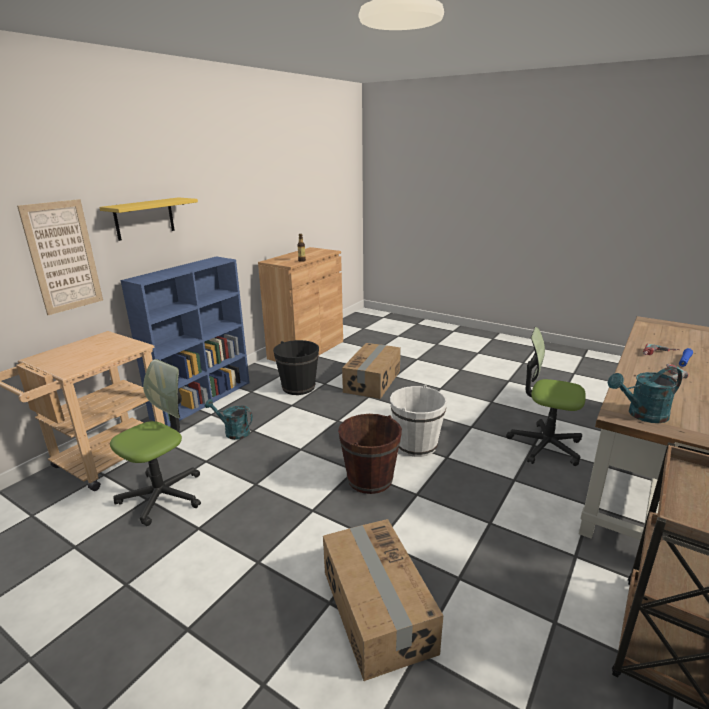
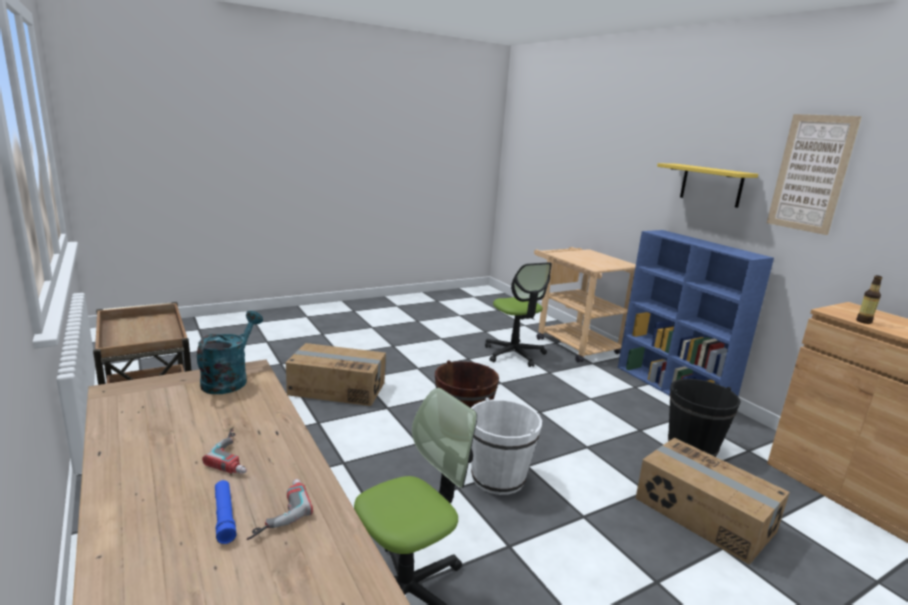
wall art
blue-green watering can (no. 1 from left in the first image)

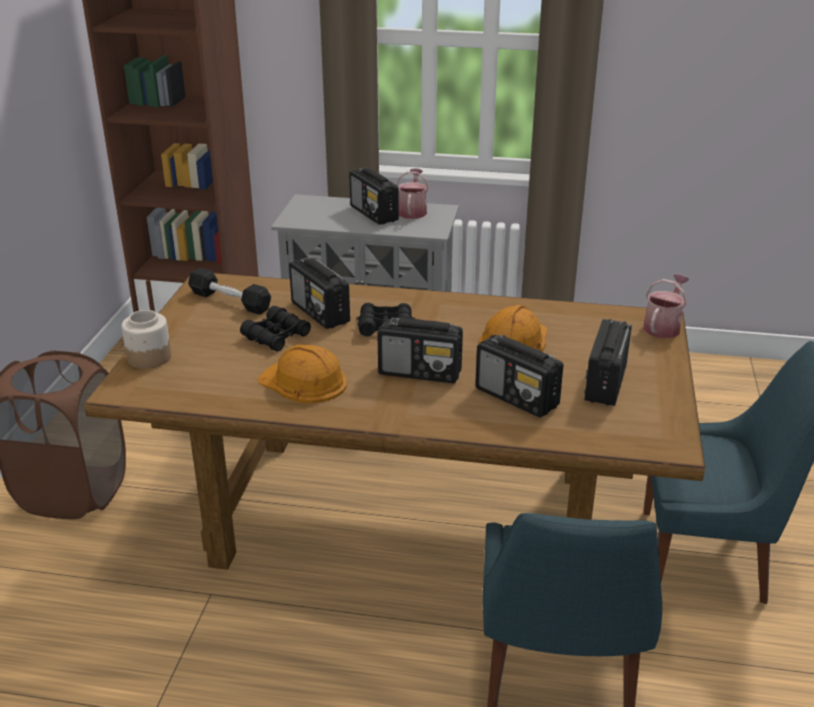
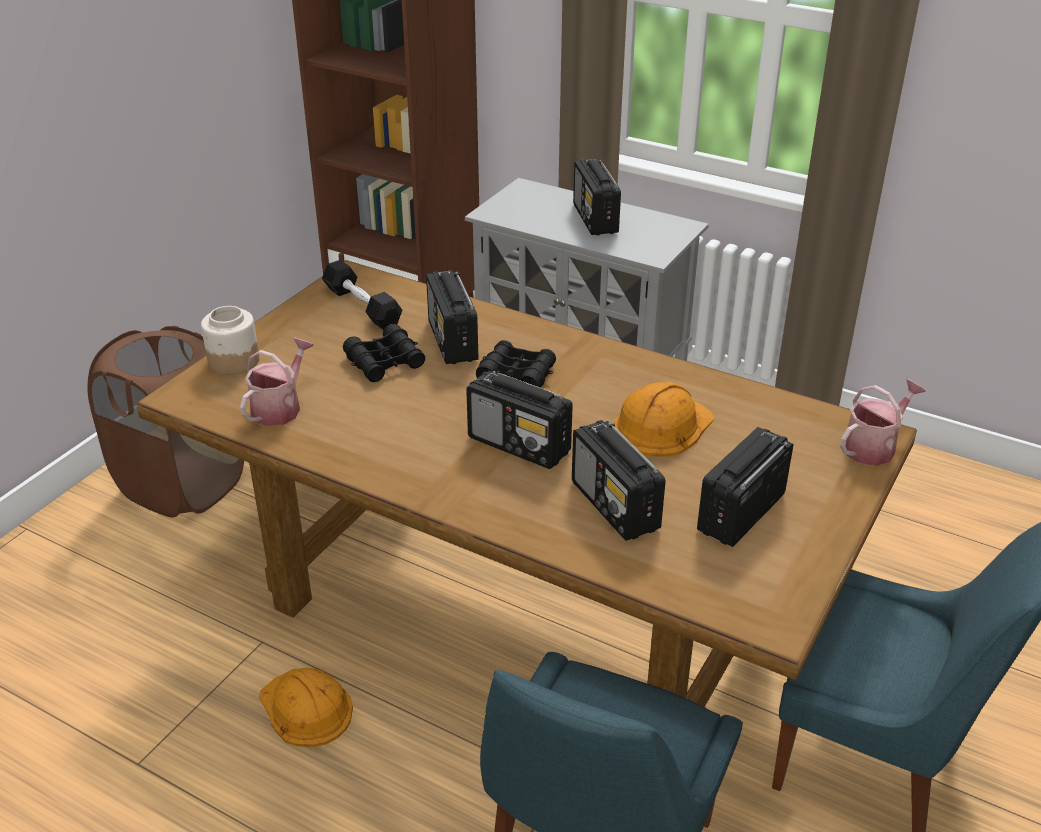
orange-coloured work helmet (no. 1 from left)
watering can (no. 1 from left)

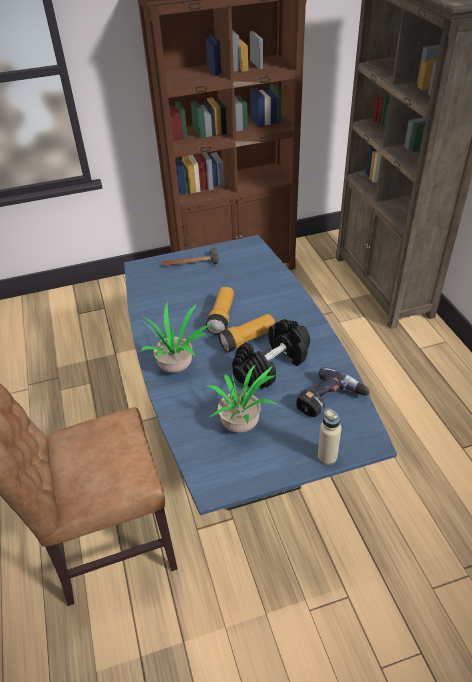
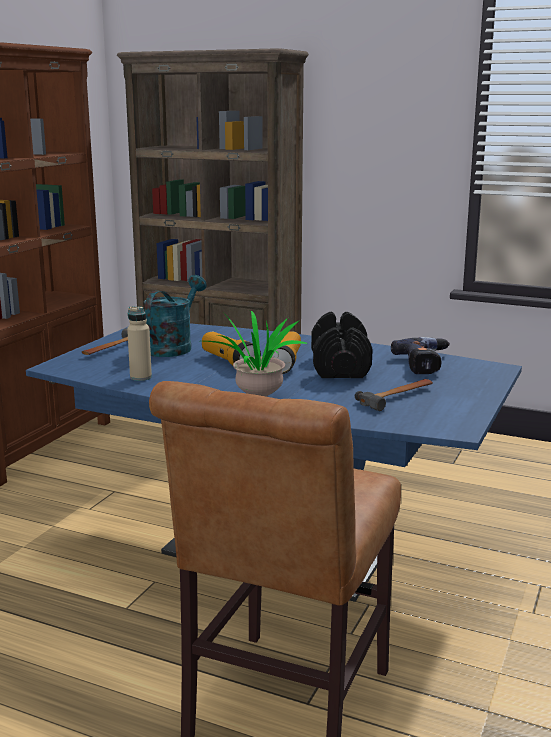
hammer (no. 2 from left)
beige-coloured drink bottle
blue-green watering can

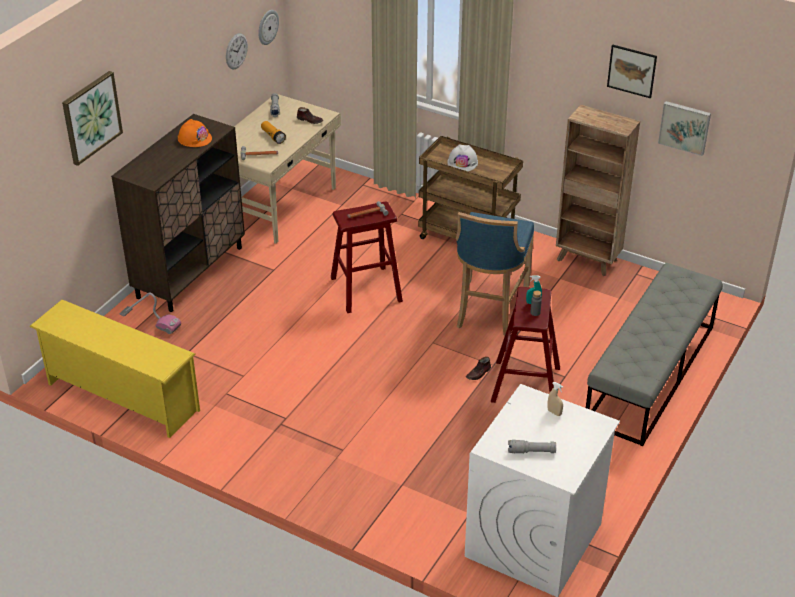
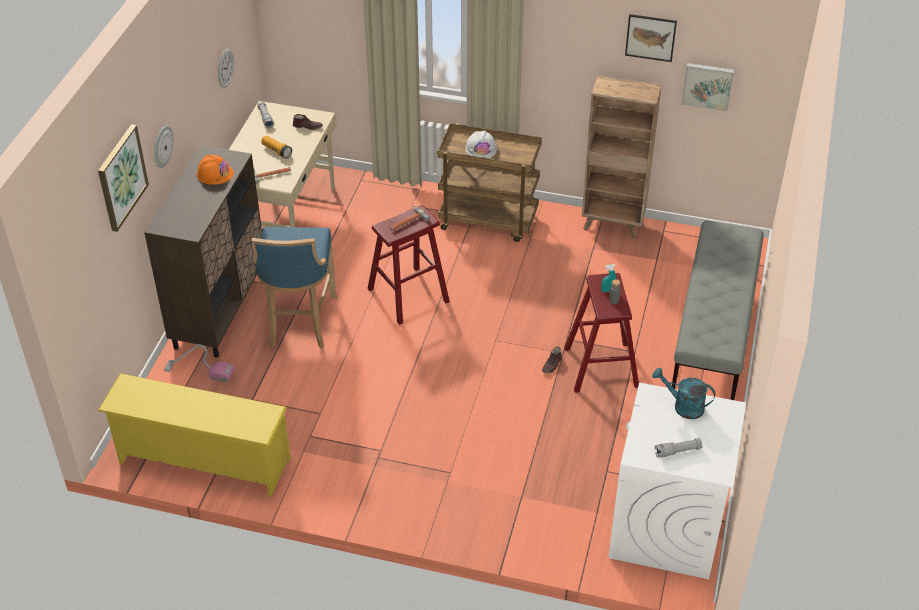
wall clock (no. 1 from left)
blue-coloured stool
blue-green watering can

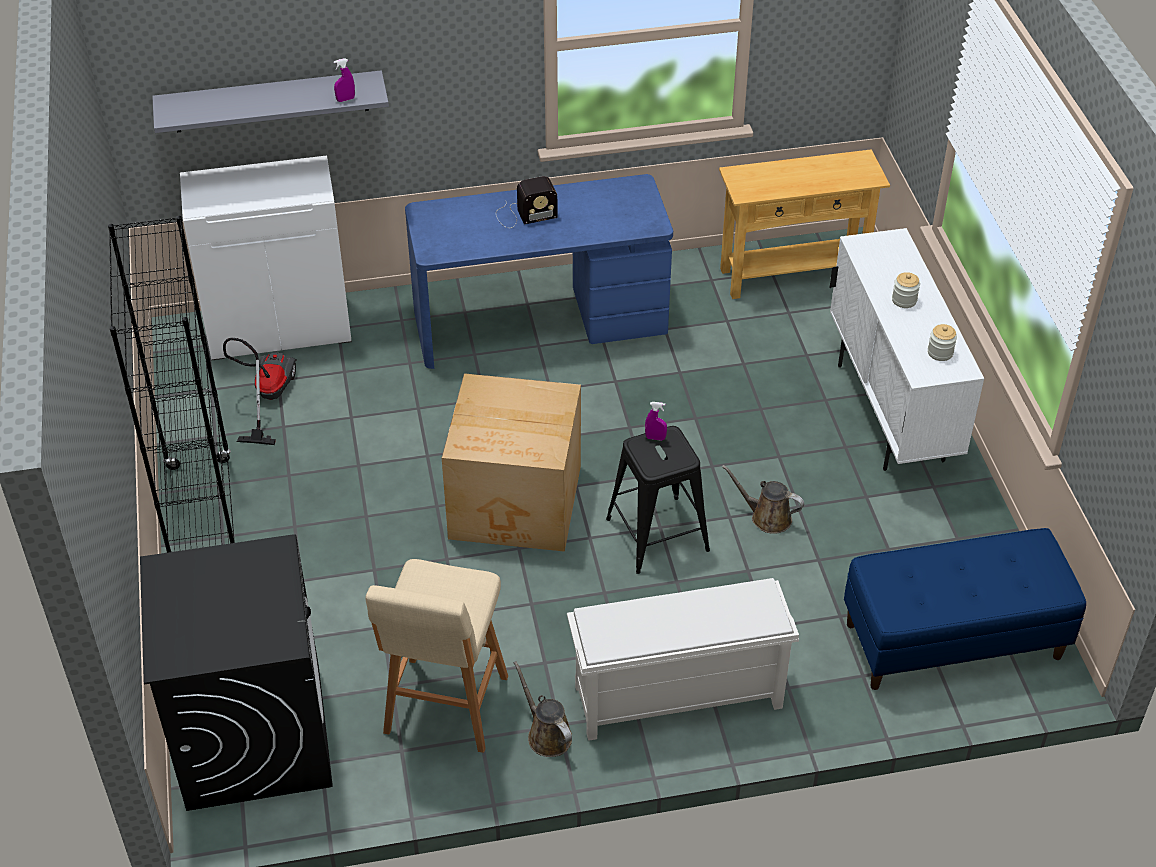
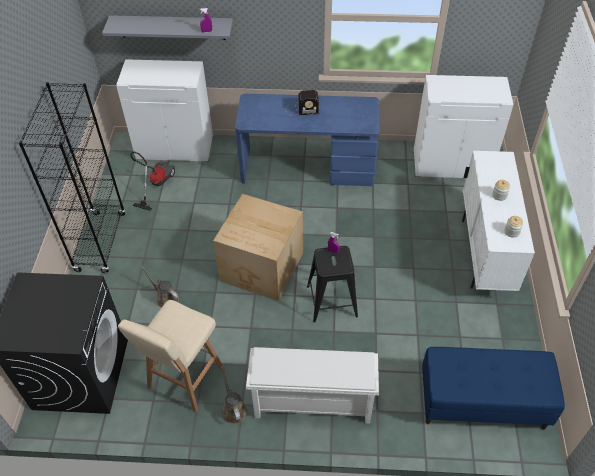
white cabinet (no. 2 from left)
brownish watering can (no. 1 from left)

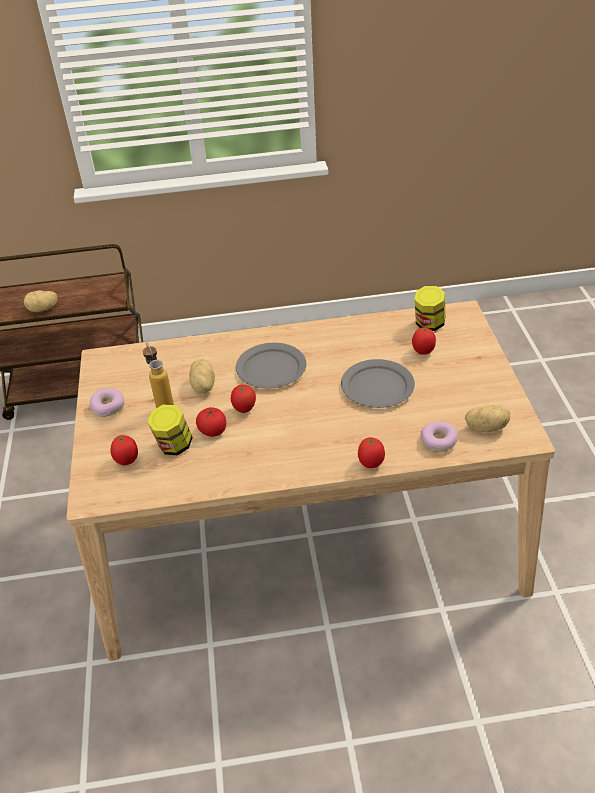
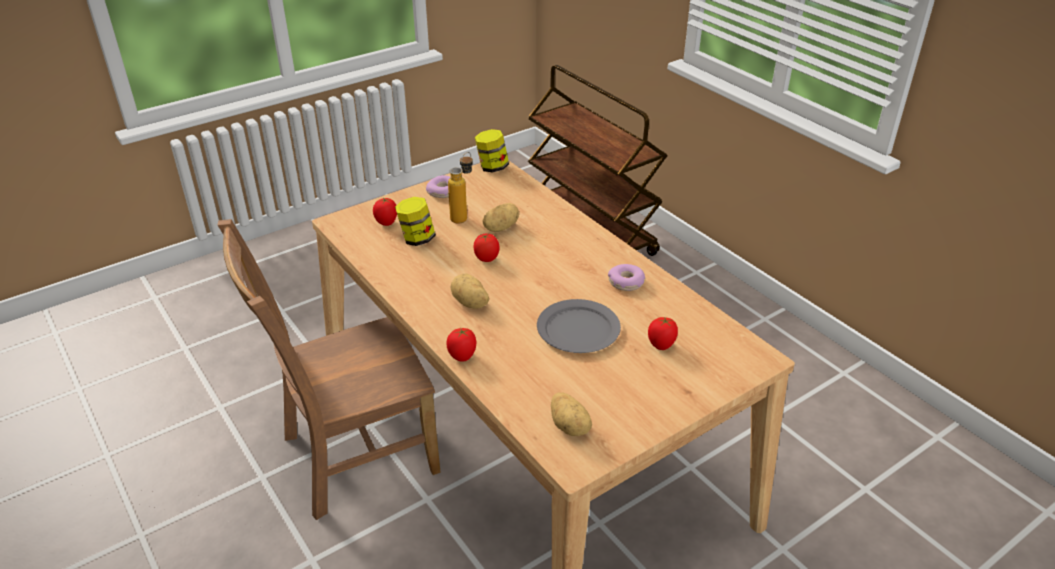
whole potato (no. 1 from left)
whole tomato (no. 2 from left in the first image)
gray dinner plate (no. 1 from left in the first image)
storage jar (no. 2 from left)
doughnut (no. 2 from left)
brownish upright chair

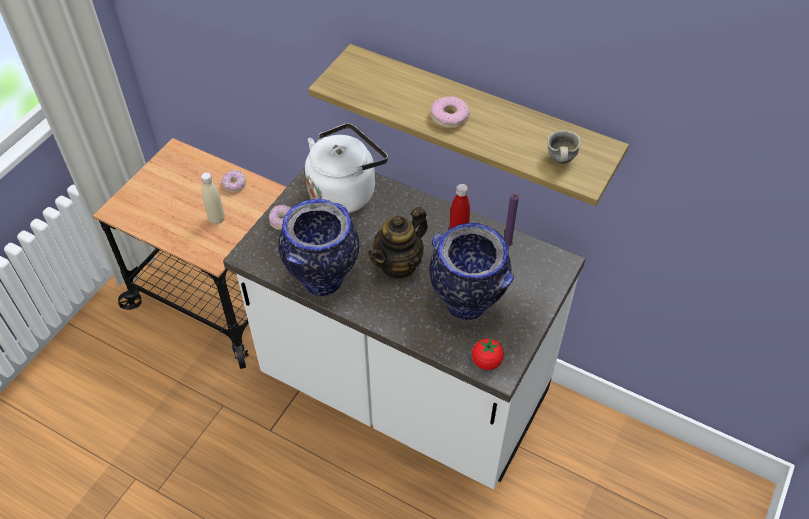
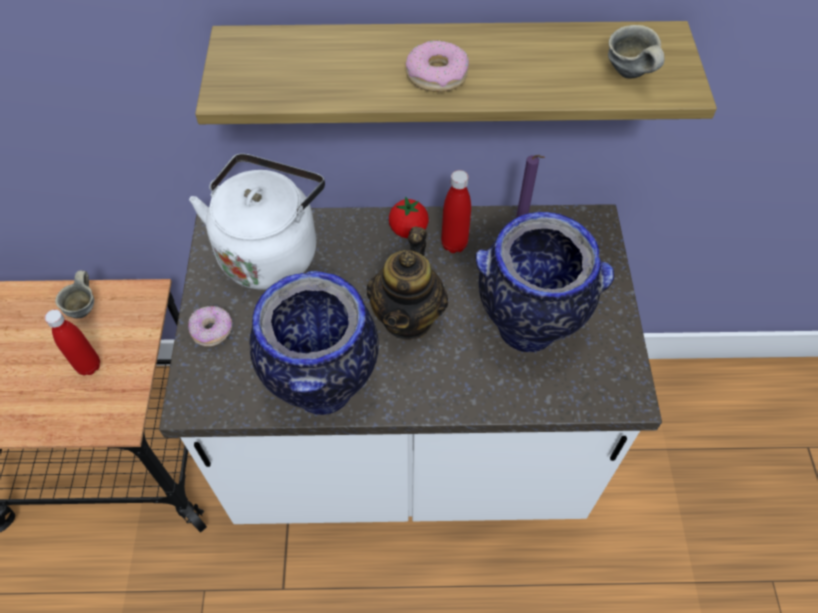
red-coloured drink bottle (no. 1 from left)
gray mug (no. 1 from left)
whole tomato

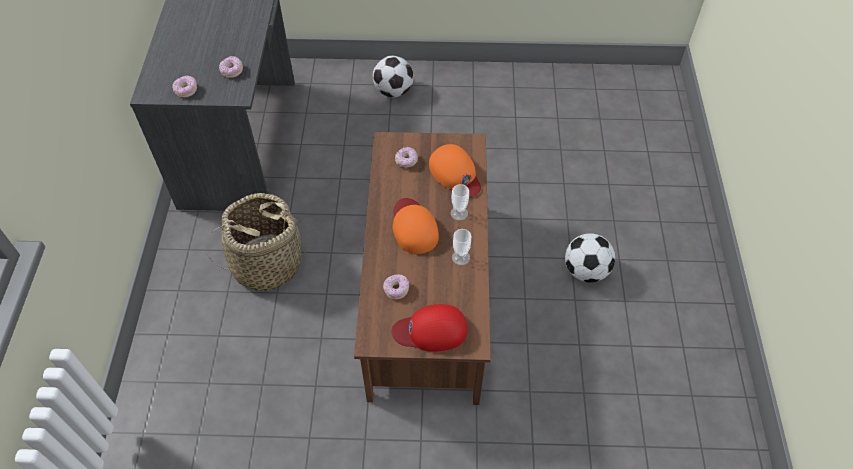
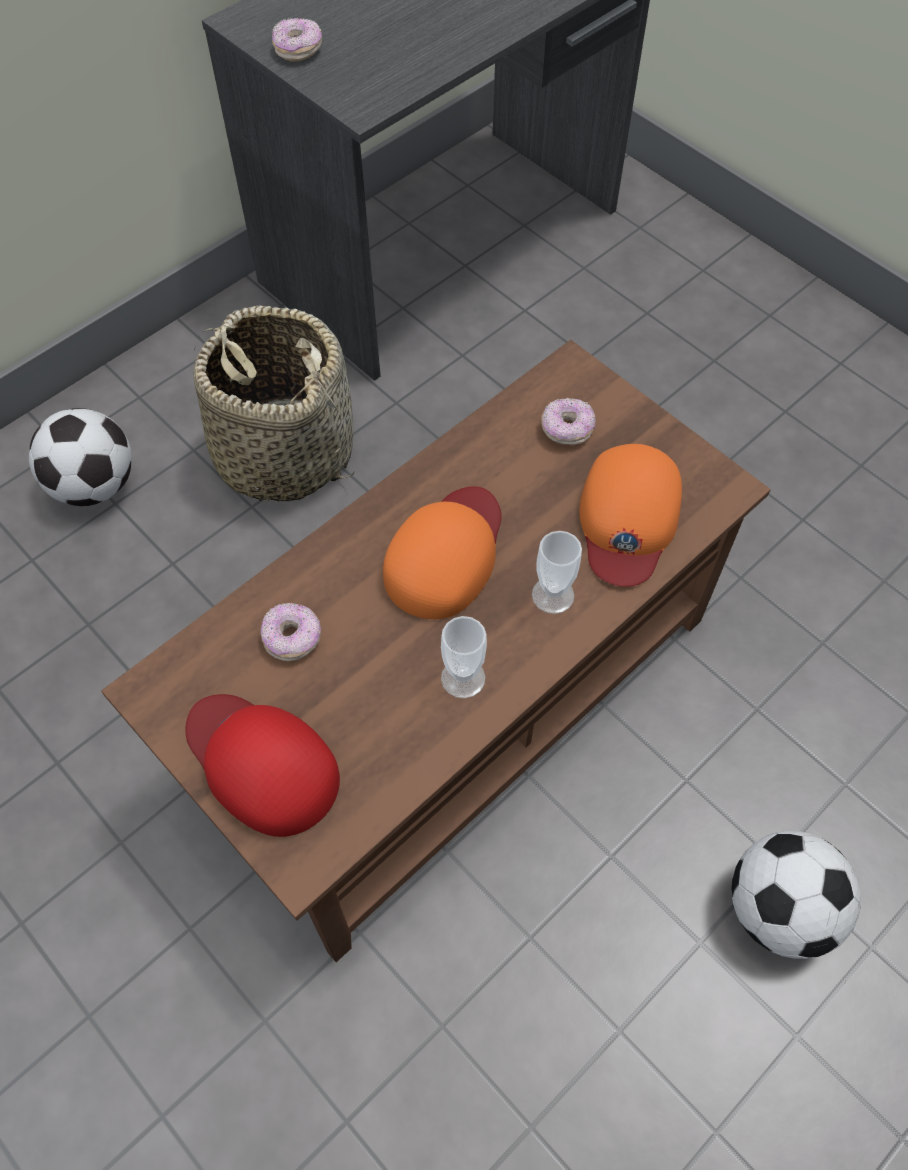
doughnut (no. 2 from left in the first image)
ball for football (no. 1 from left)

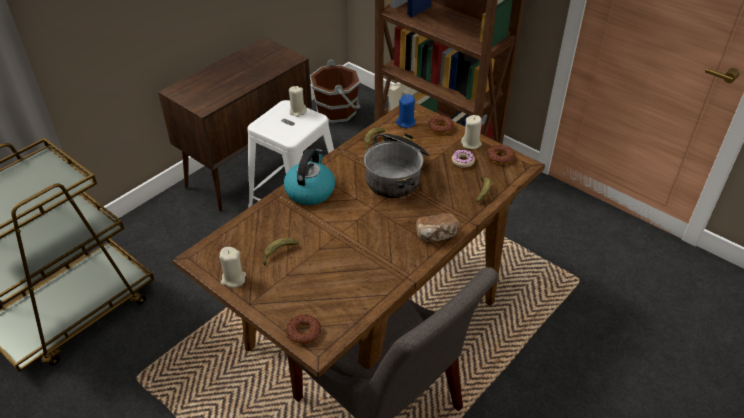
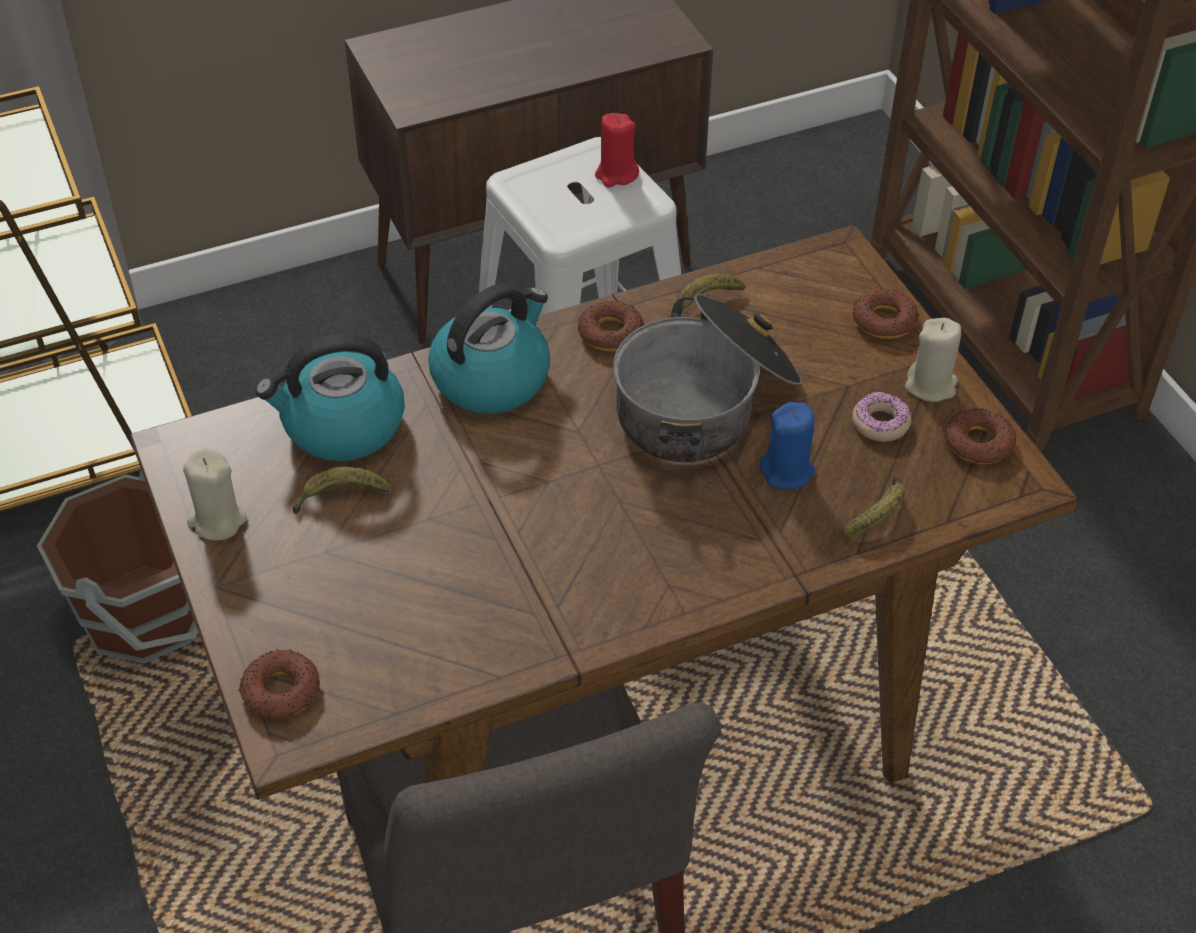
red-coloured wax candle
brownish bucket
blue-coloured wax candle
bread
tea kettle (no. 1 from left)
doughnut (no. 2 from left)

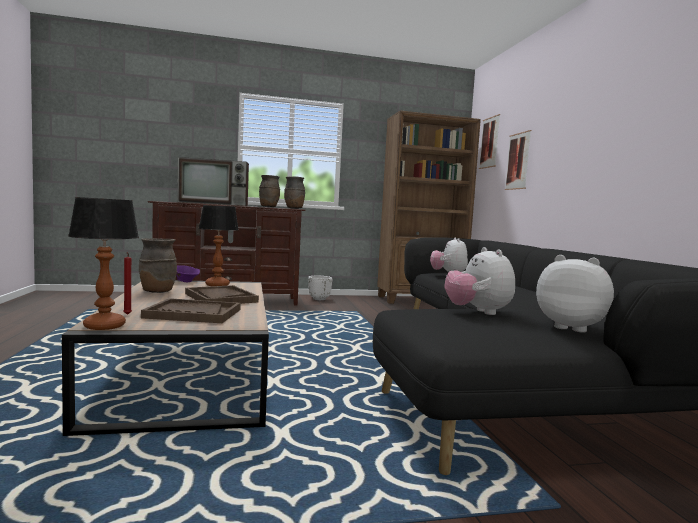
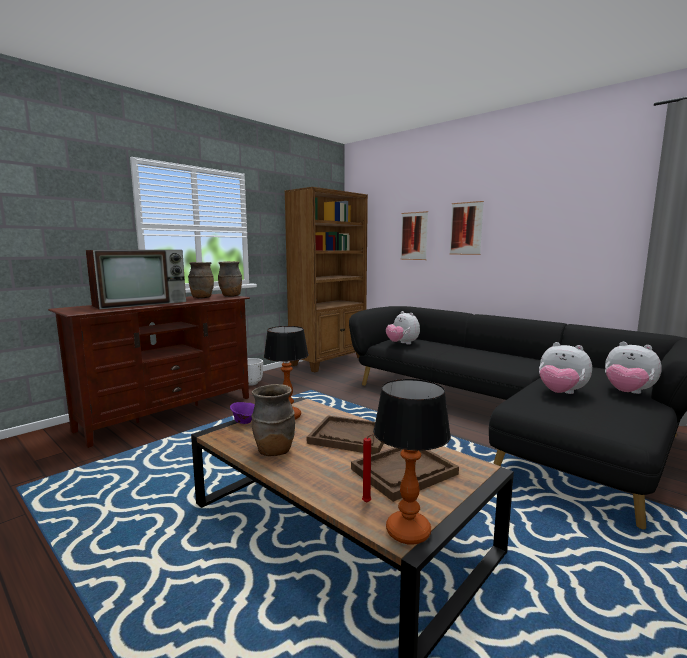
wall art (no. 2 from left)
plush toy (no. 3 from left)

